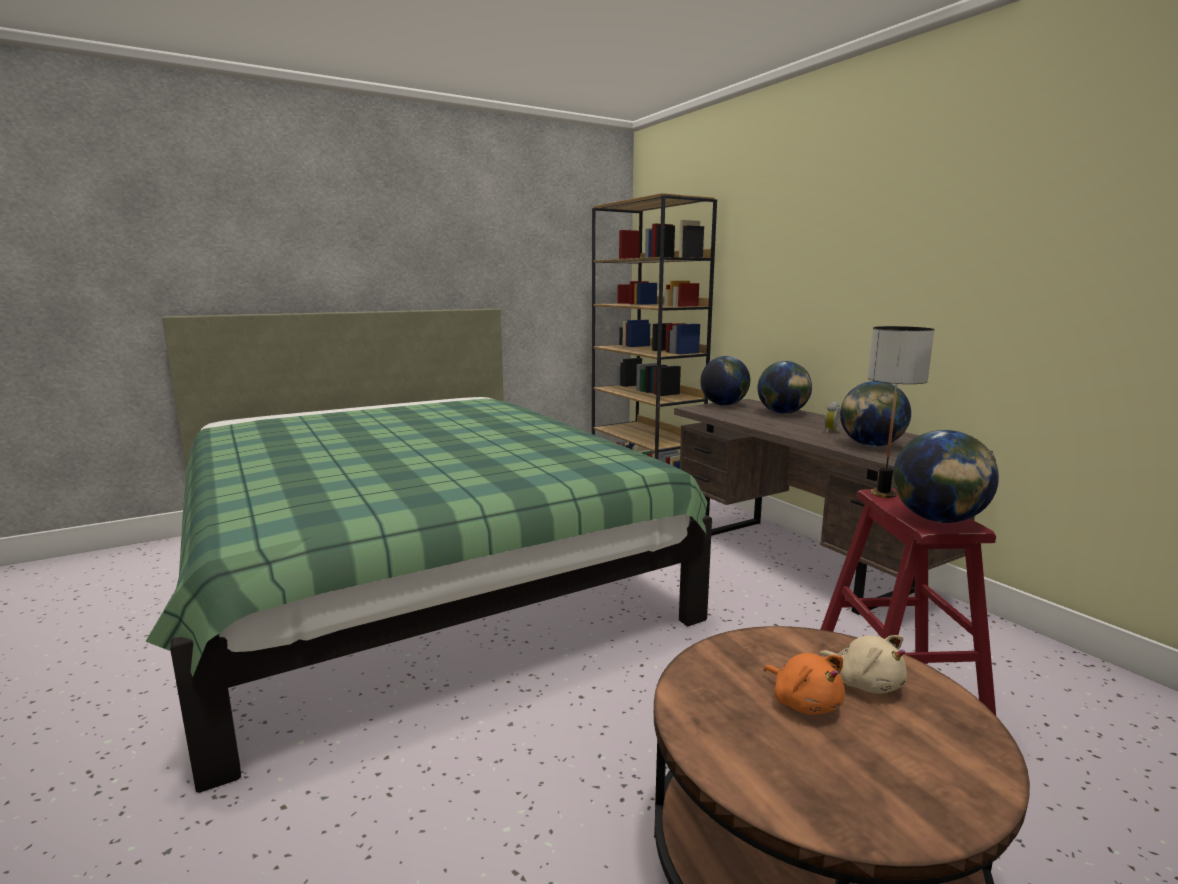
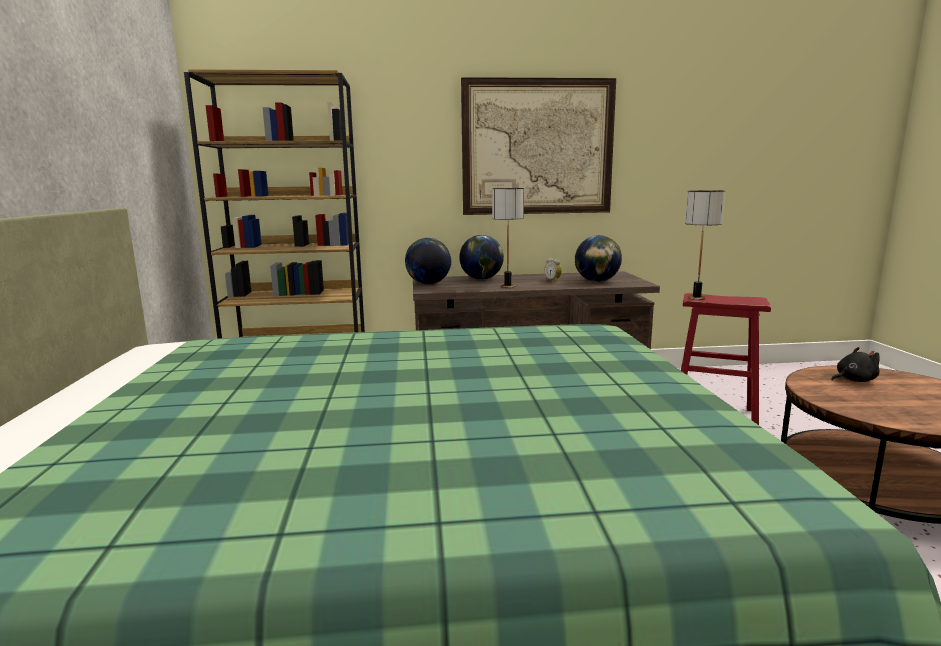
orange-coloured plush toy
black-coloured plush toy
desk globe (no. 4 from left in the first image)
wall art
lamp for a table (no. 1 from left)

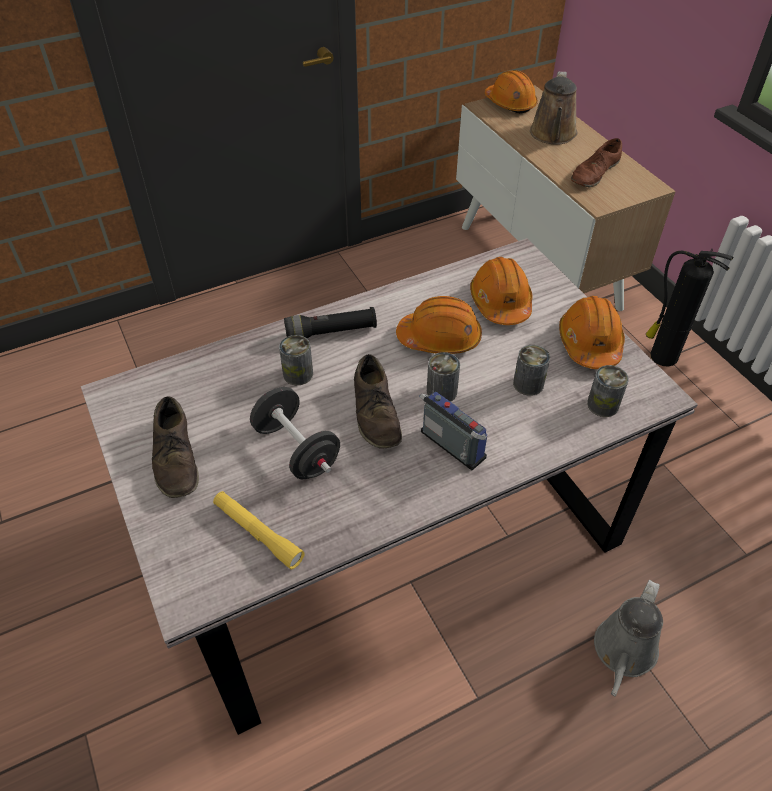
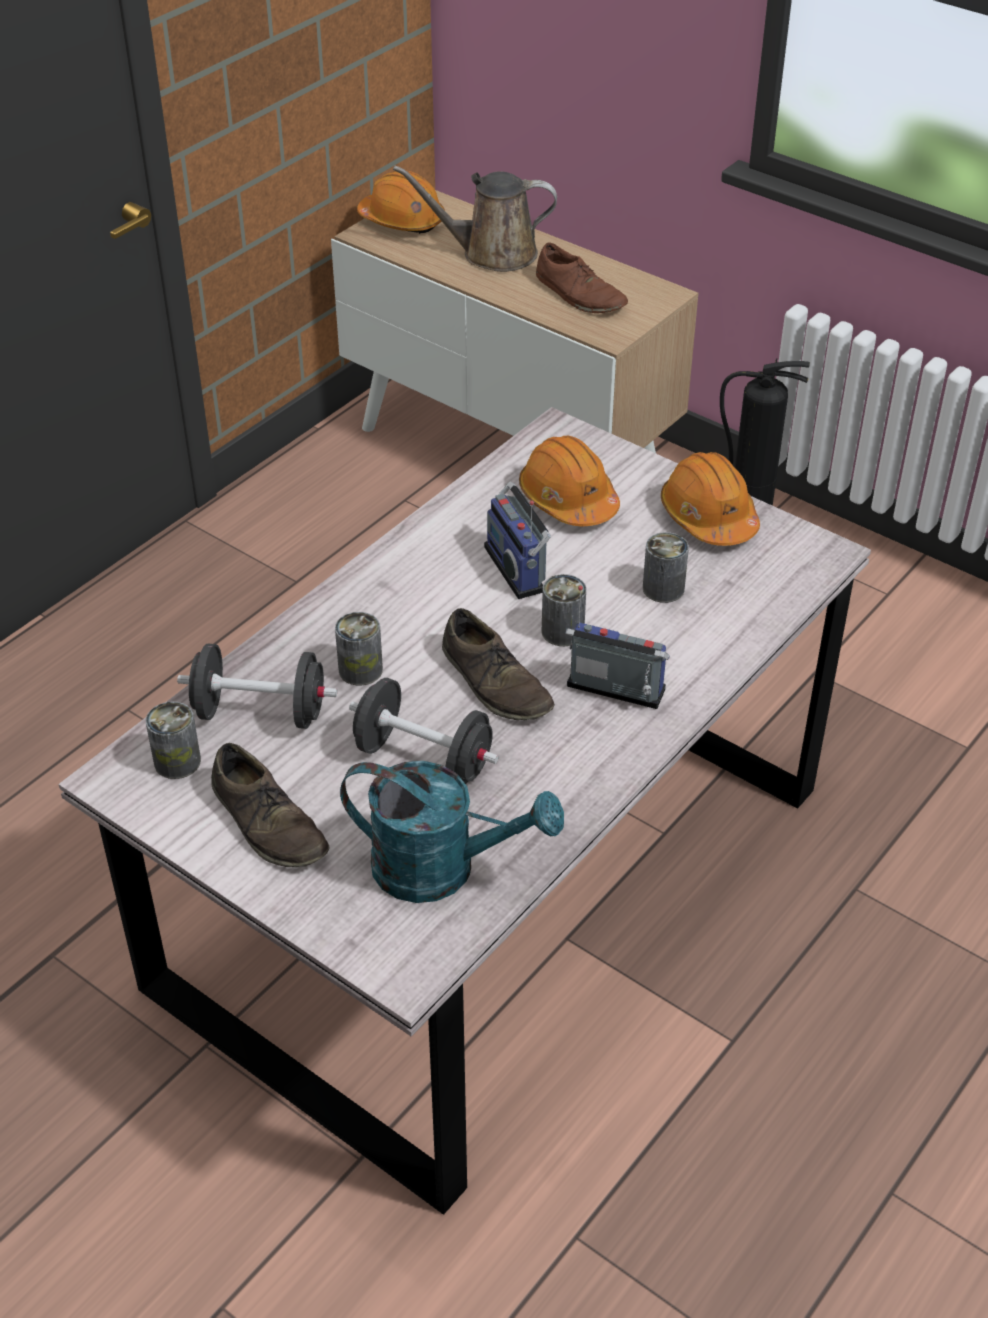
blue-green watering can
black-coloured hand torch
radio receiver (no. 1 from left)
brownish watering can
brownish item of footwear (no. 3 from left)
metal can (no. 1 from left)
gray watering can
black-coloured dumbbell (no. 1 from left)

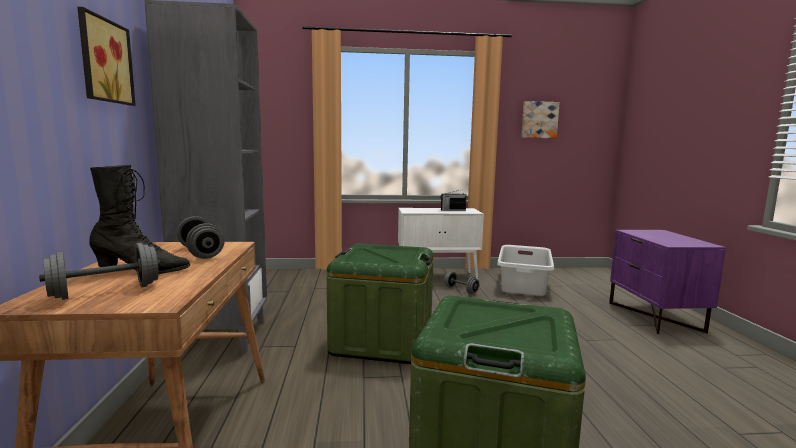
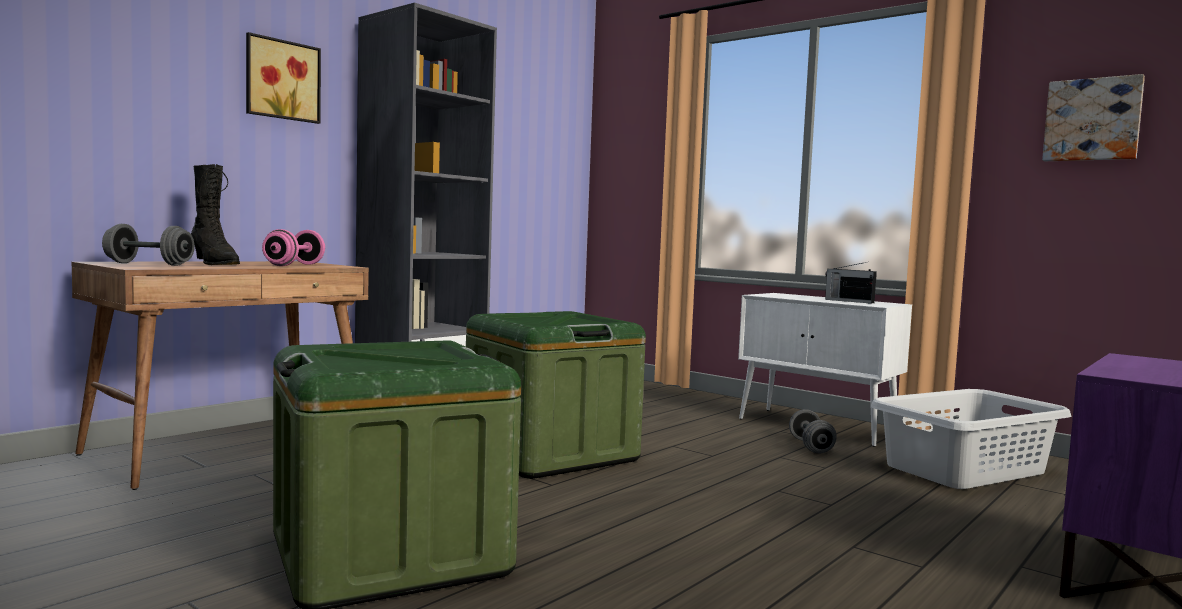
pink-coloured dumbbell

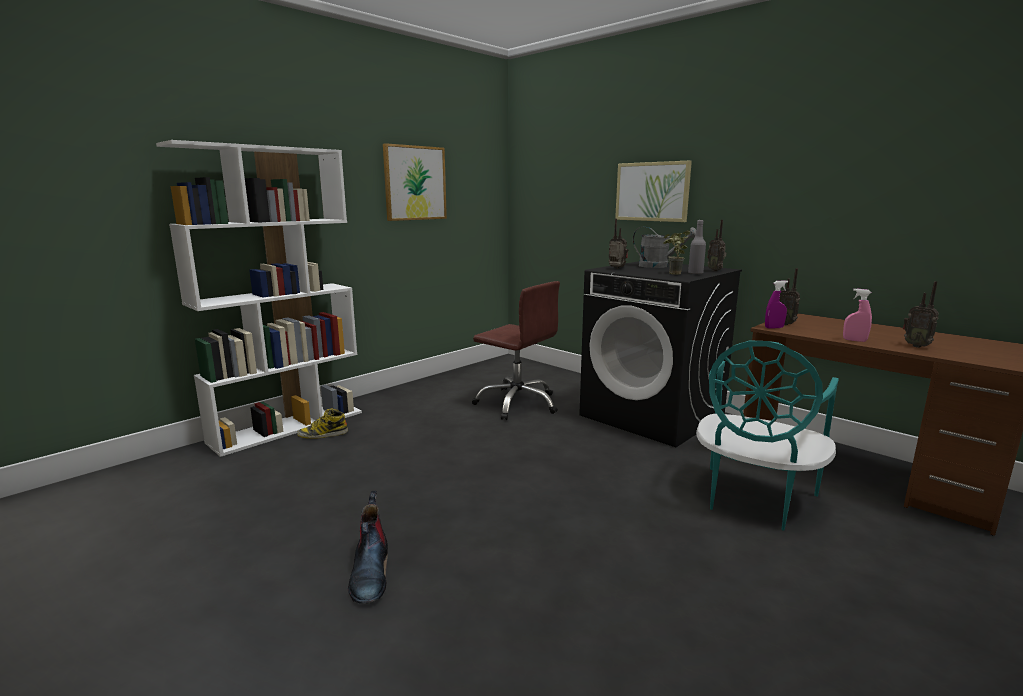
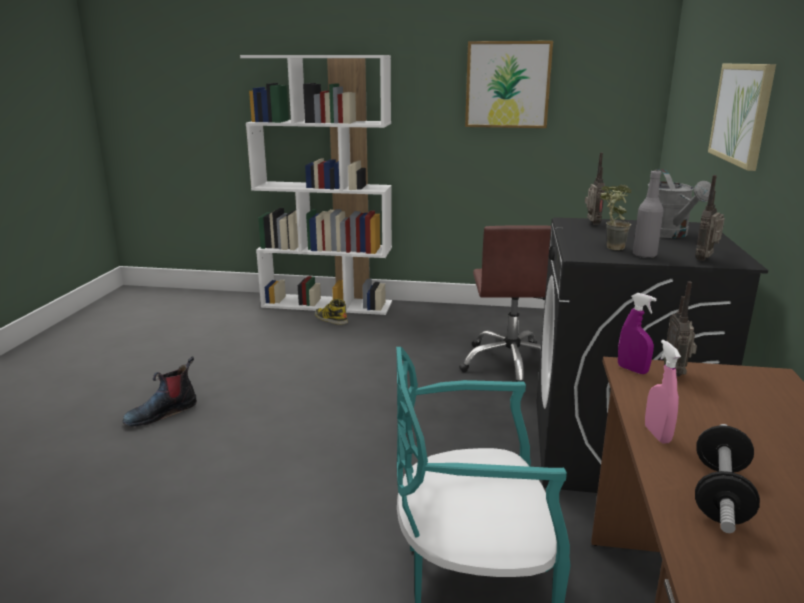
dumbbell

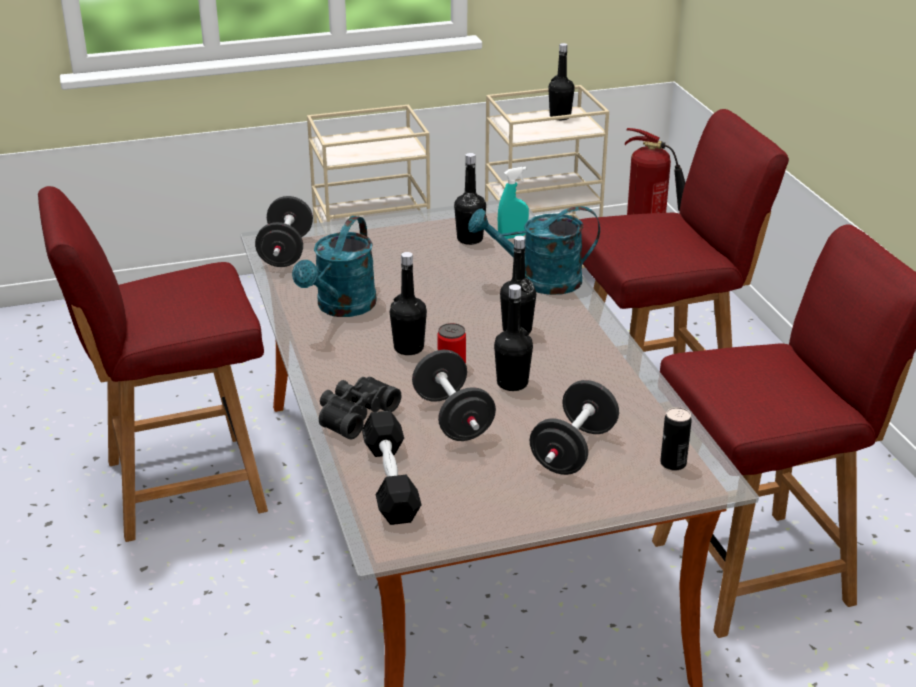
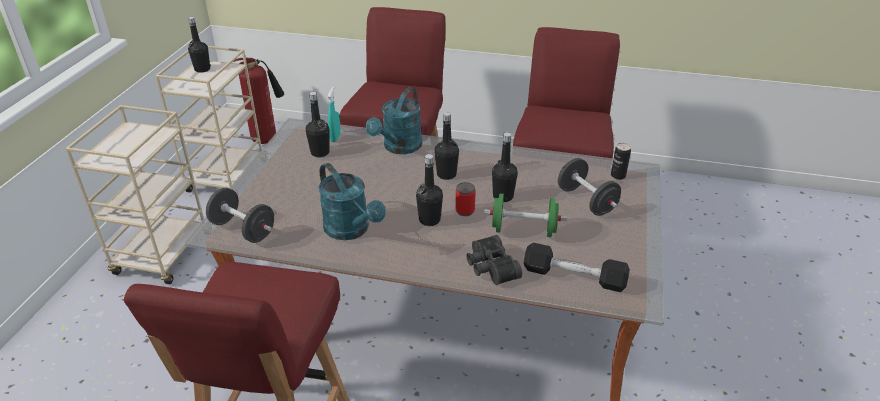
green-coloured dumbbell

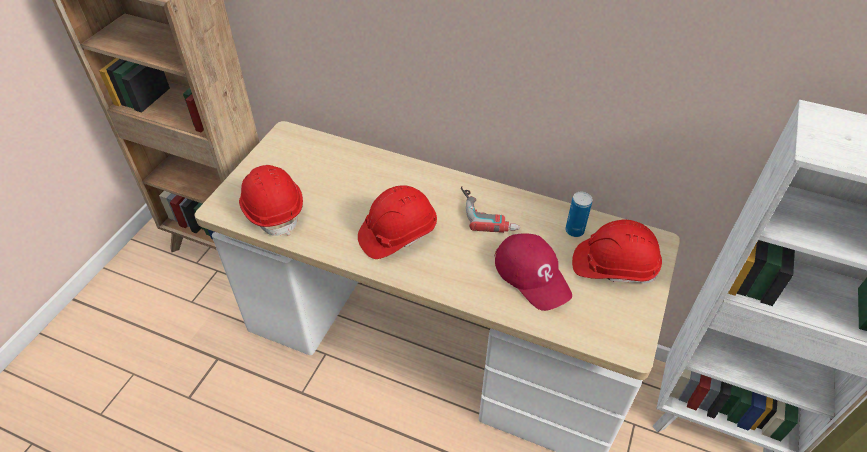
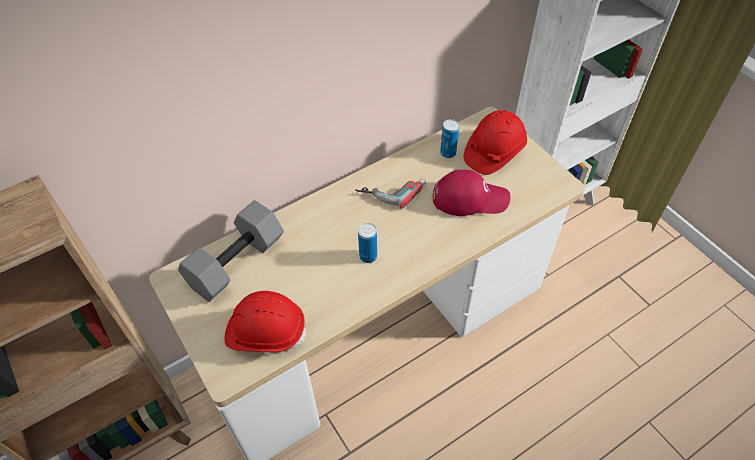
metal can (no. 1 from left)
gray dumbbell

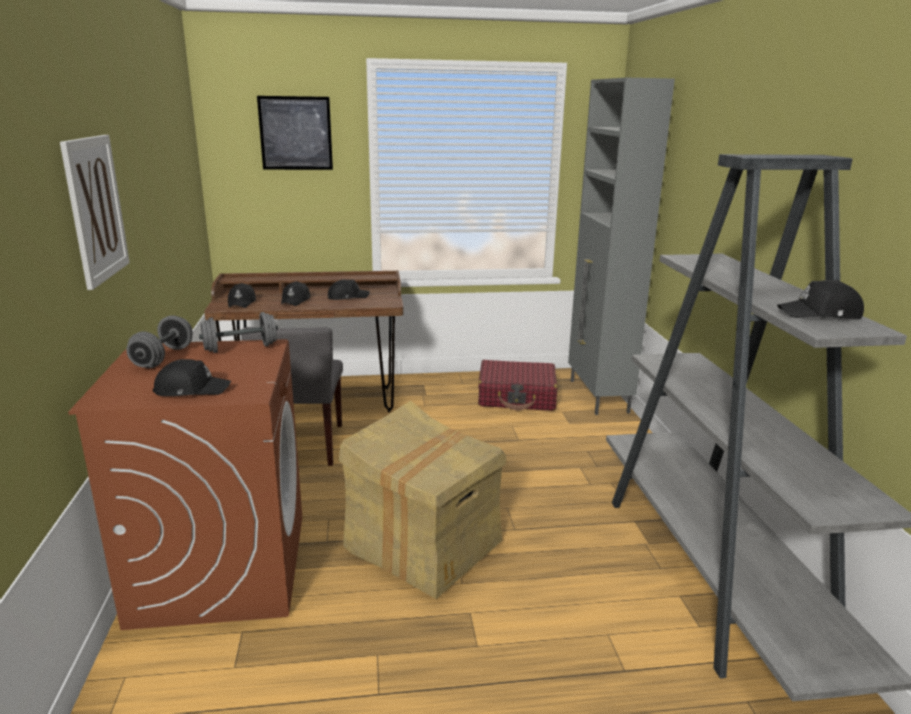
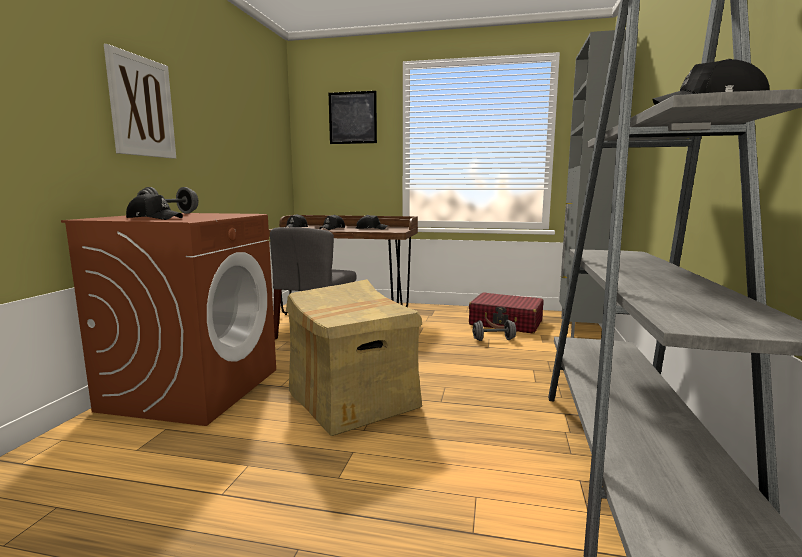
gray dumbbell (no. 2 from left)

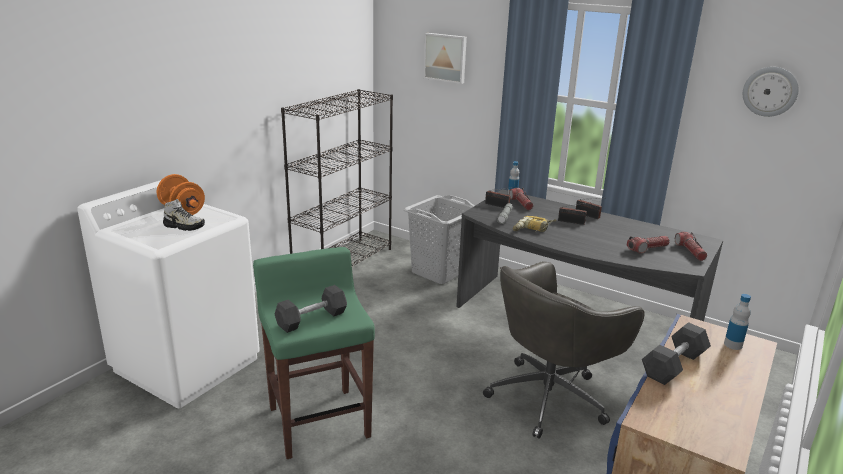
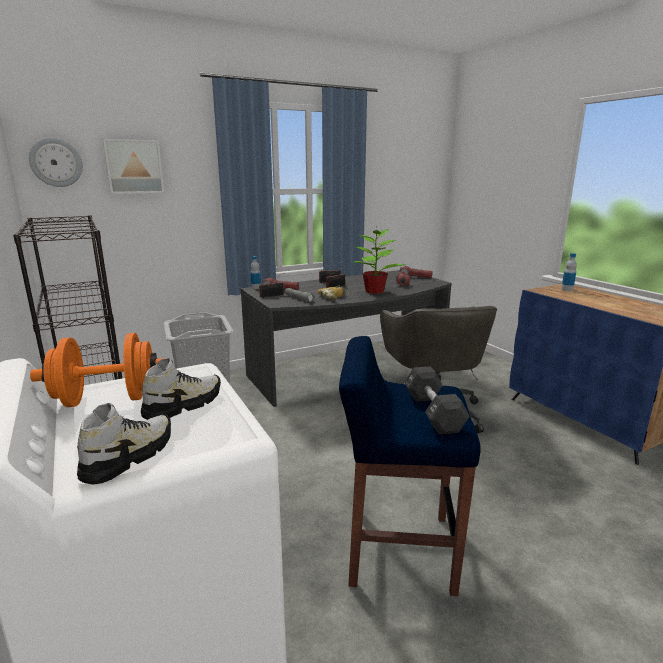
blue-coloured stool
black-coloured dumbbell (no. 2 from left in the first image)
wall clock
item of footwear (no. 1 from left)
potted plant

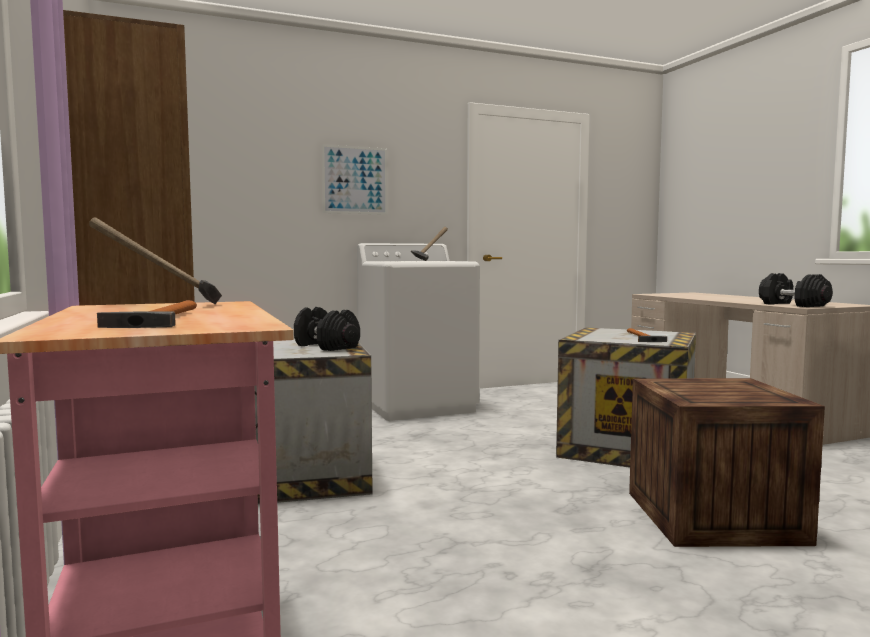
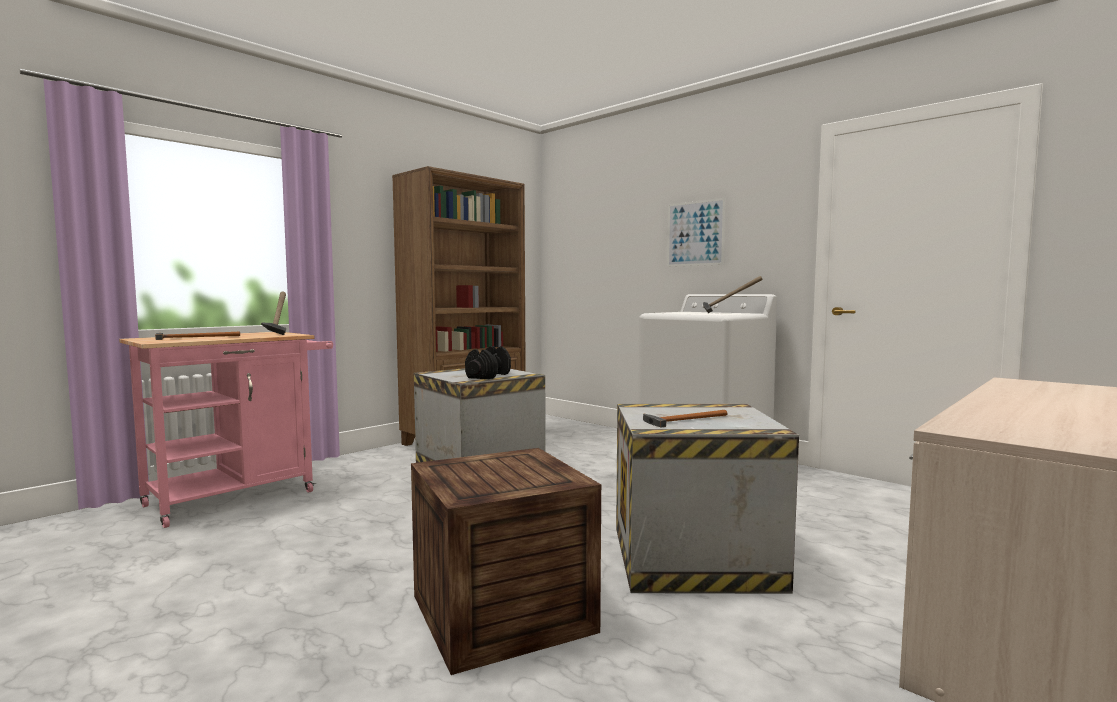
black-coloured dumbbell (no. 2 from left in the first image)

